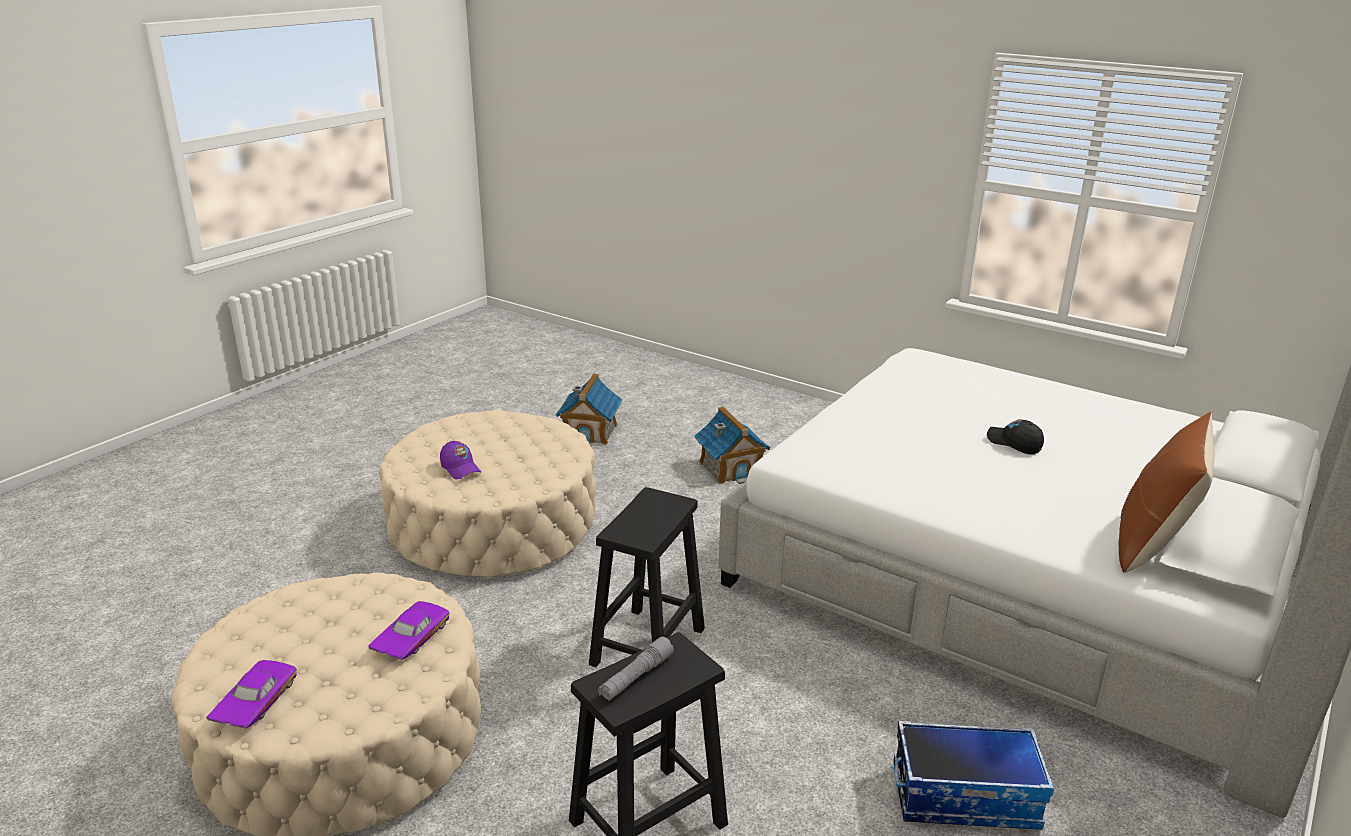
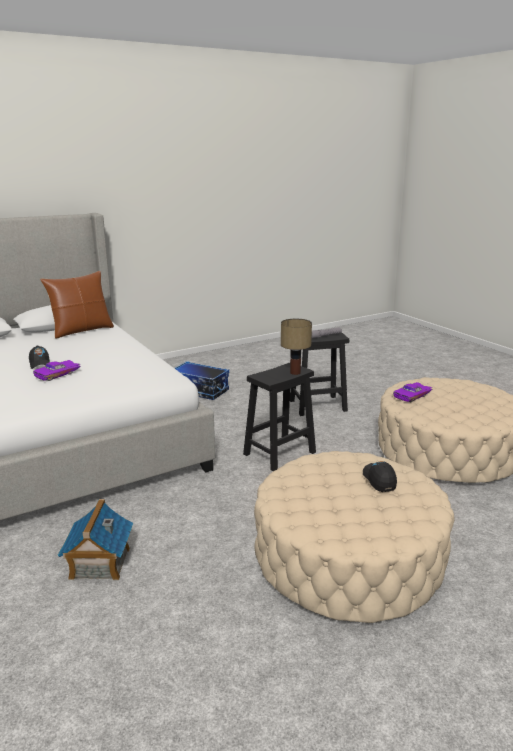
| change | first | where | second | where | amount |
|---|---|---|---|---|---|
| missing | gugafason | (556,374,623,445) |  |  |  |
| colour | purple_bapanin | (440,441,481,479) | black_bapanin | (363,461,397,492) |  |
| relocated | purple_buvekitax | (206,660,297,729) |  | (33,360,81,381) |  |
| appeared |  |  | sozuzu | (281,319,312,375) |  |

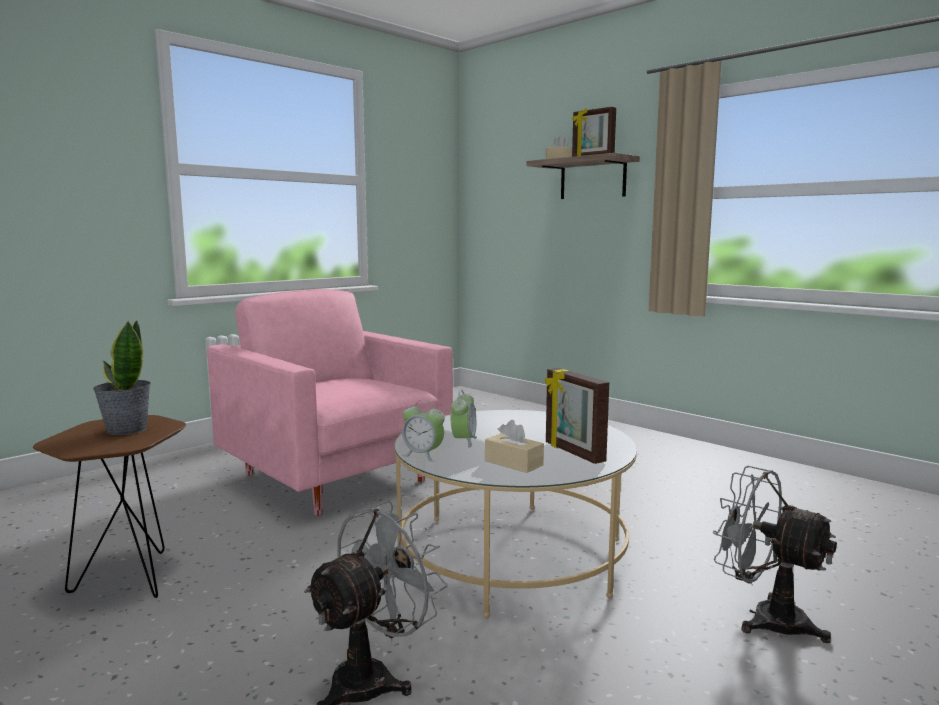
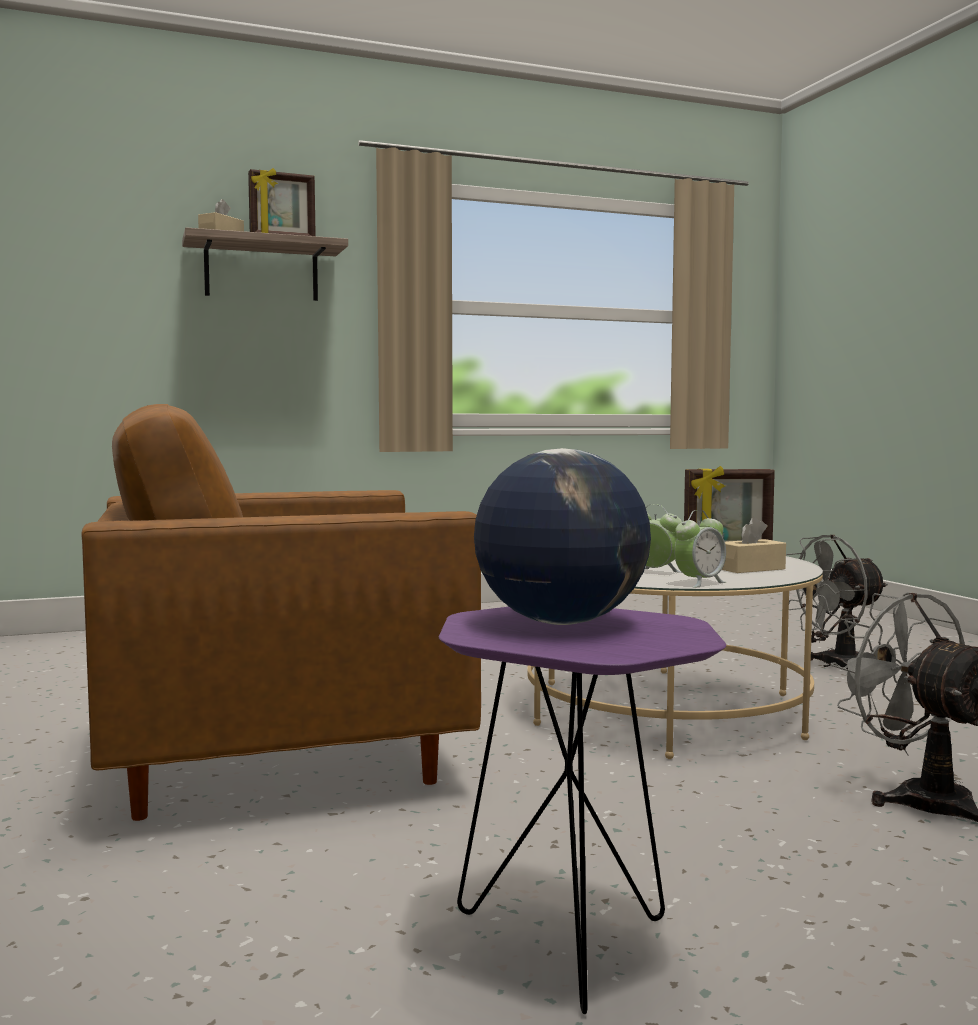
| change | first | where | second | where | amount |
|---|---|---|---|---|---|
| colour | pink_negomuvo | (207,289,453,516) | brown_negomuvo | (82,404,481,821) |  |
| exchanged | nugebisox | (93,320,151,435) | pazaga | (474,448,651,625) |  |
| colour | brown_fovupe | (33,415,186,598) | purple_fovupe | (439,607,726,1014) |  |

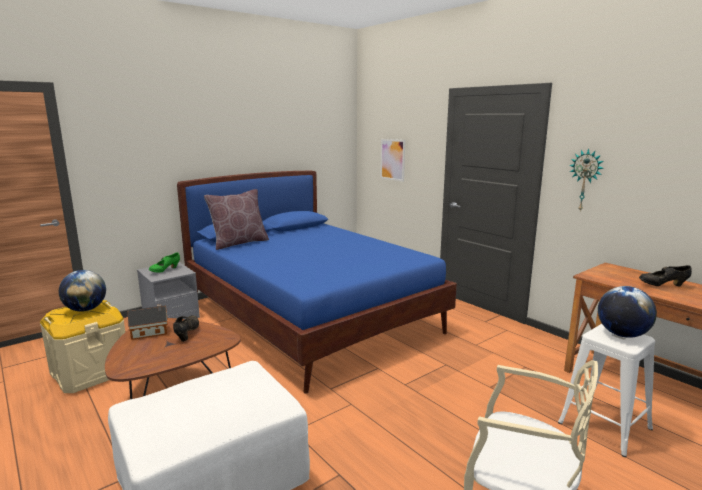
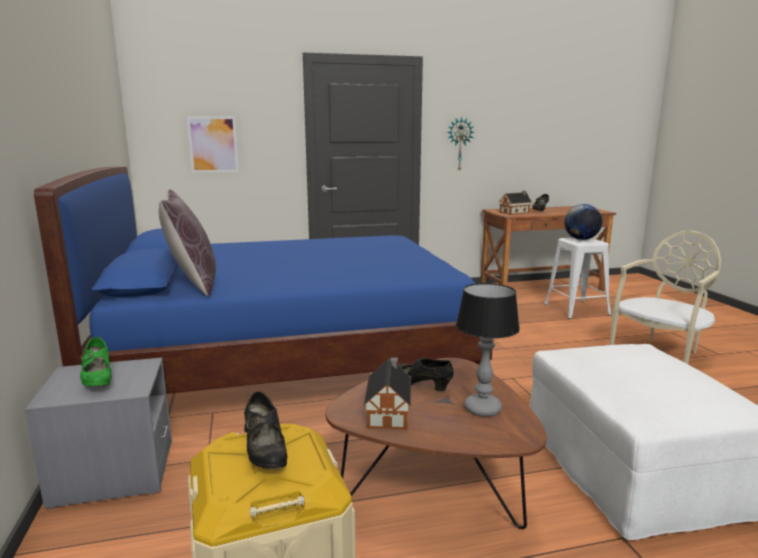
| change | first | where | second | where | amount |
|---|---|---|---|---|---|
| exchanged | pazaga | (59,270,106,312) | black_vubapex | (244,391,287,469) |  |
| appeared |  |  | gugafason | (499,191,532,215) |  |
| appeared |  |  | sozuzu | (456,283,520,417) |  |

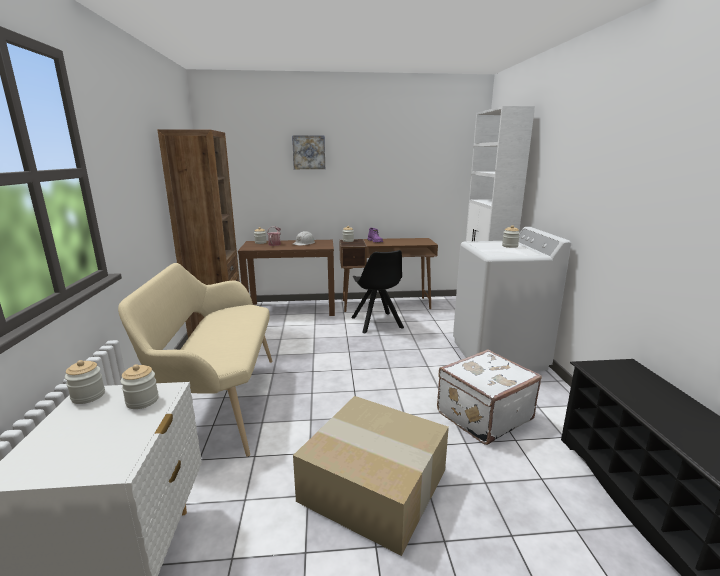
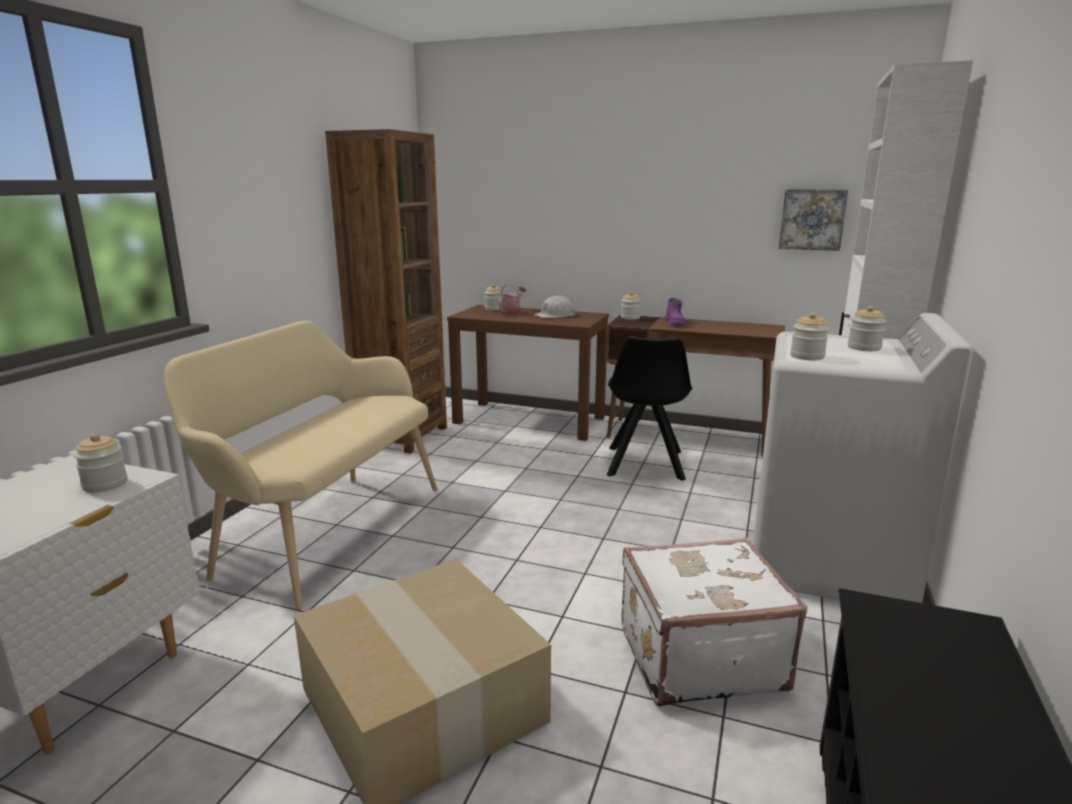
| change | first | where | second | where | amount |
|---|---|---|---|---|---|
| relocated | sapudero | (292,135,325,169) |  | (779,189,848,251) |  |
| relocated | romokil | (65,360,105,404) |  | (790,312,829,360) |  |

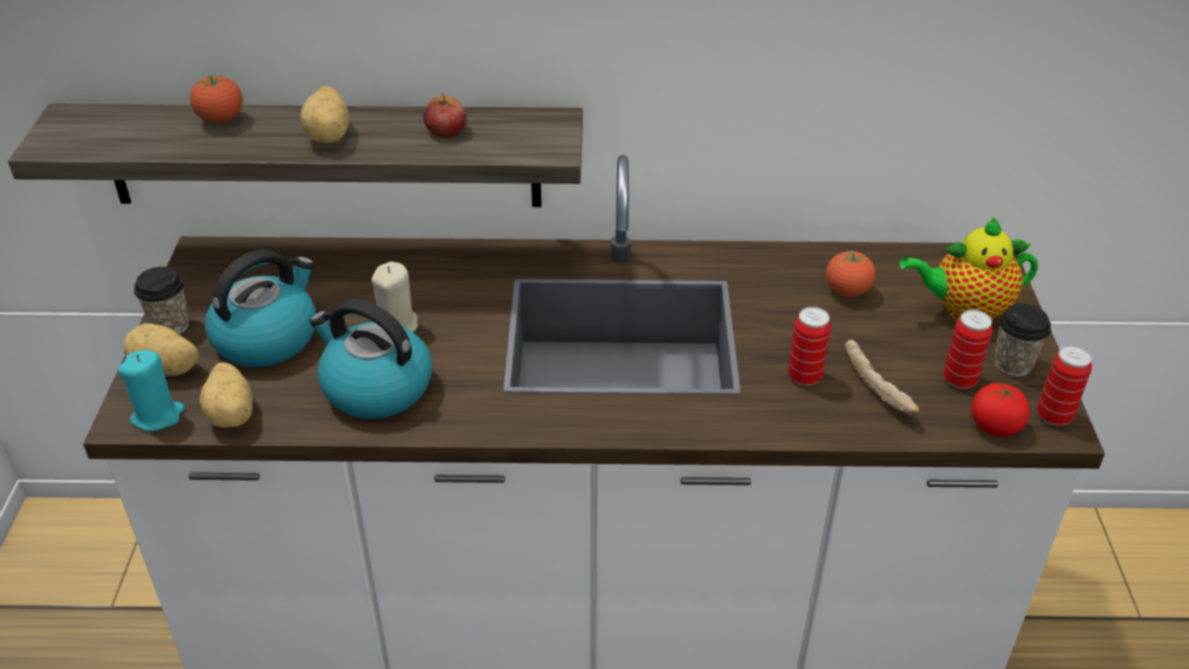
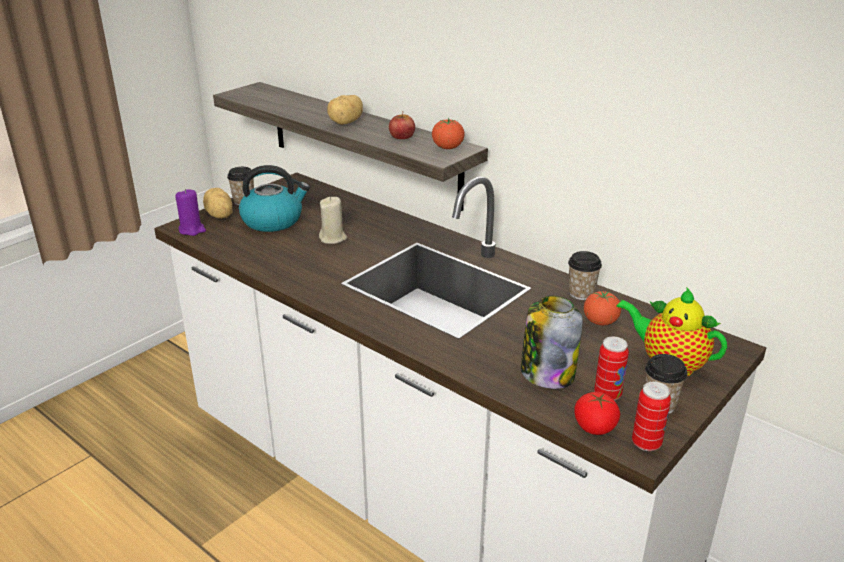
| change | first | where | second | where | amount |
|---|---|---|---|---|---|
| relocated | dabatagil | (190,75,243,123) |  | (432,118,465,149) |  |
| missing | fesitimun | (310,299,432,419) |  |  |  |
| missing | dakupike | (788,307,831,386) |  |  |  |
| exchanged | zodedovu | (845,340,919,416) | romokil | (521,295,583,389) |  |
| colour | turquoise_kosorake | (118,350,185,431) | purple_kosorake | (175,189,206,236) |  |
| missing | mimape | (199,362,253,428) |  |  |  |
| appeared |  |  | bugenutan | (568,251,602,300) |  |

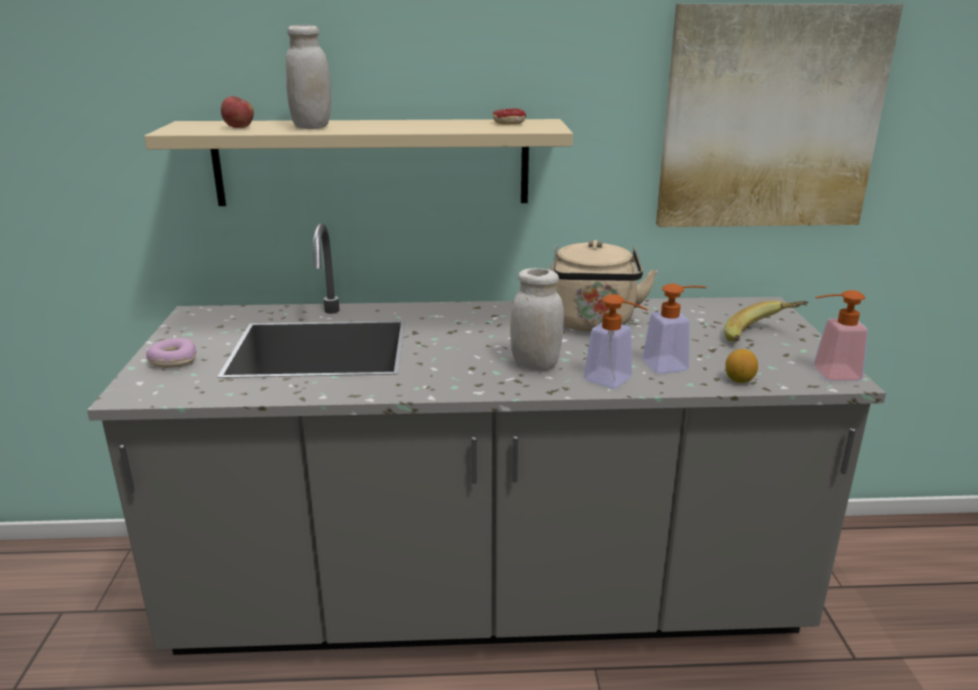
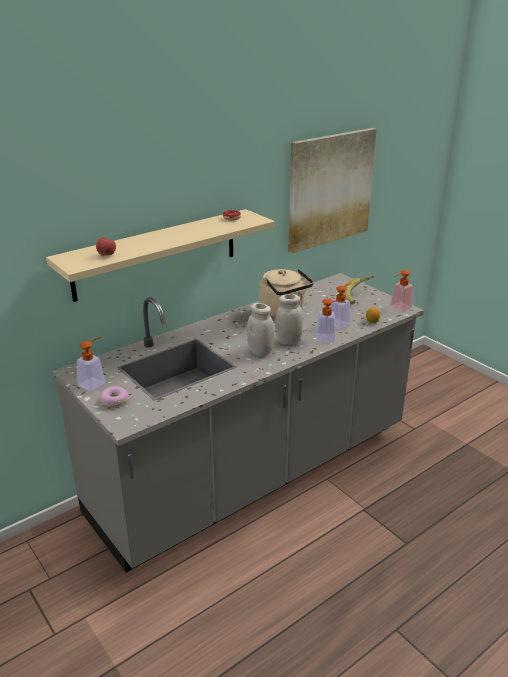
| change | first | where | second | where | amount |
|---|---|---|---|---|---|
| relocated | white_romokil | (286,25,331,129) |  | (247,303,274,356) |  |
| appeared |  |  | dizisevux | (77,337,106,391) |  |

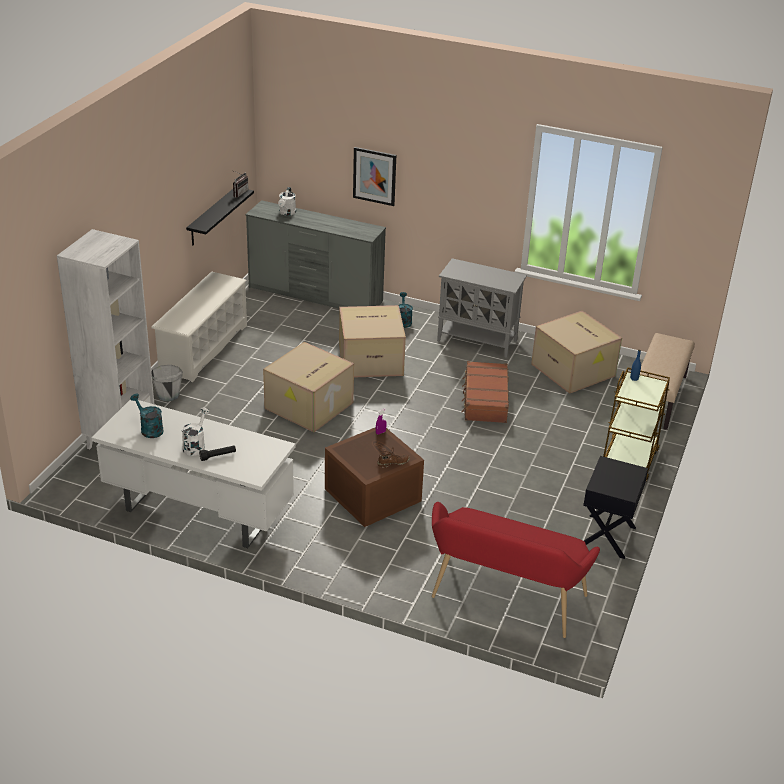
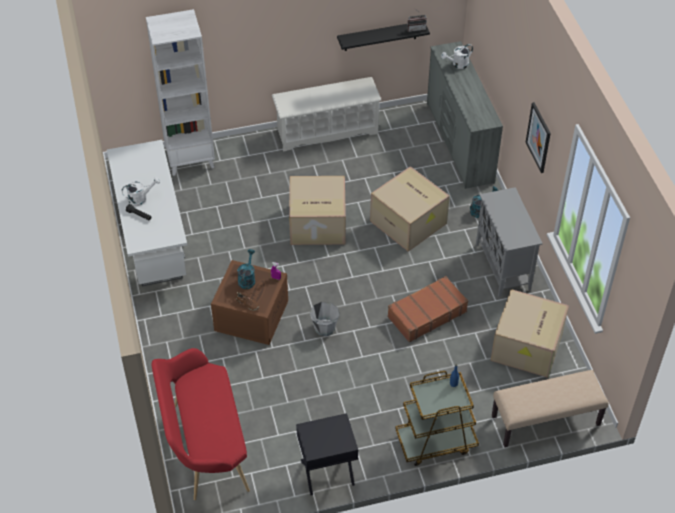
| change | first | where | second | where | amount |
|---|---|---|---|---|---|
| relocated | sapudero | (353,147,396,206) |  | (525,102,551,173) |  |
| relocated | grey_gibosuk | (151,365,183,401) |  | (310,302,340,336) |  |
| relocated | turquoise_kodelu | (130,394,164,438) |  | (237,249,255,289) |  |

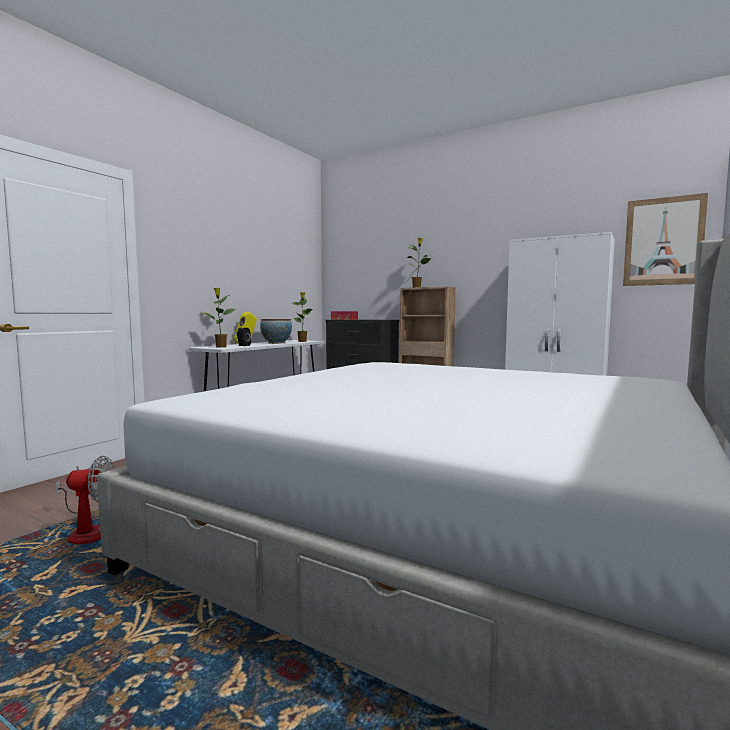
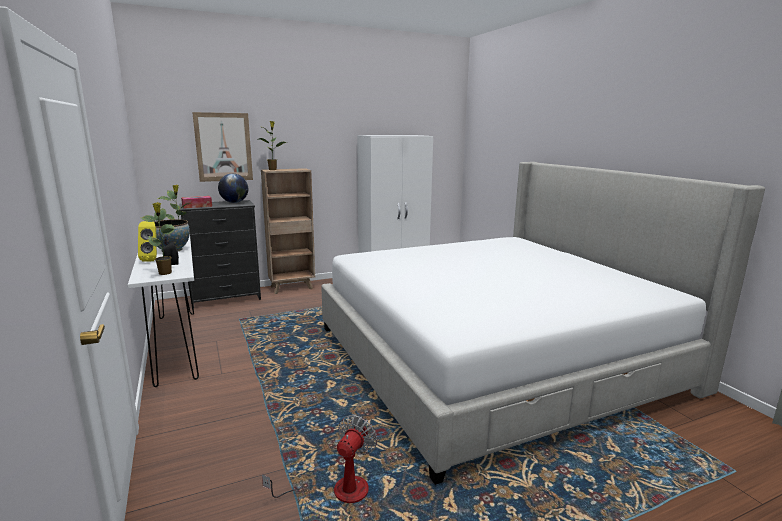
| change | first | where | second | where | amount |
|---|---|---|---|---|---|
| relocated | sapudero | (623,193,708,286) |  | (192,112,253,182) |  |
| appeared |  |  | pazaga | (218,174,248,203) |  |

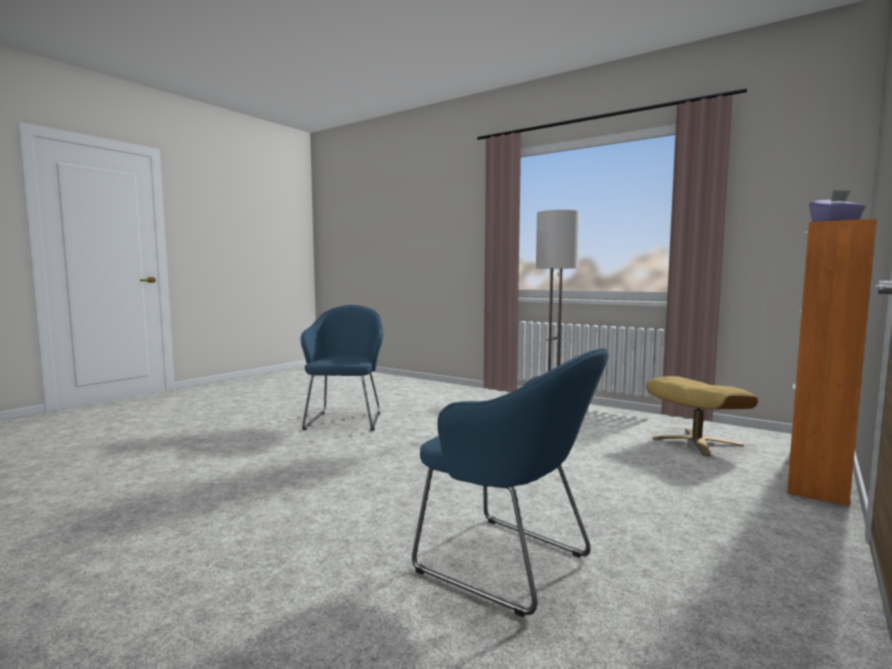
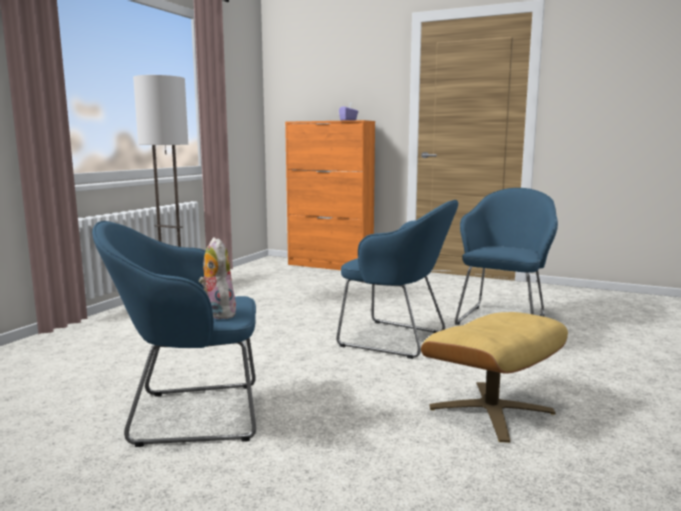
| change | first | where | second | where | amount |
|---|---|---|---|---|---|
| relocated | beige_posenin | (646,376,758,456) |  | (421,312,568,443) |  |
| appeared |  |  | blue_negomuvo | (337,200,458,359) |  |
| appeared |  |  | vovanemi | (199,237,236,319) |  |

